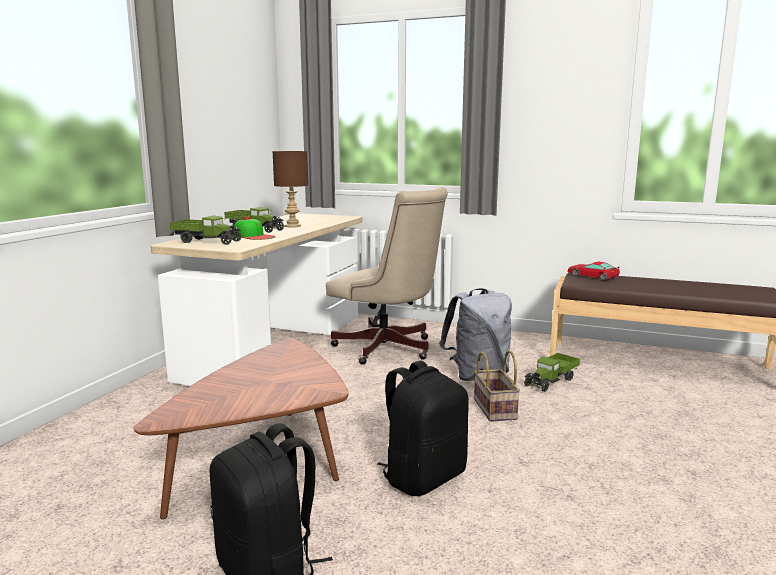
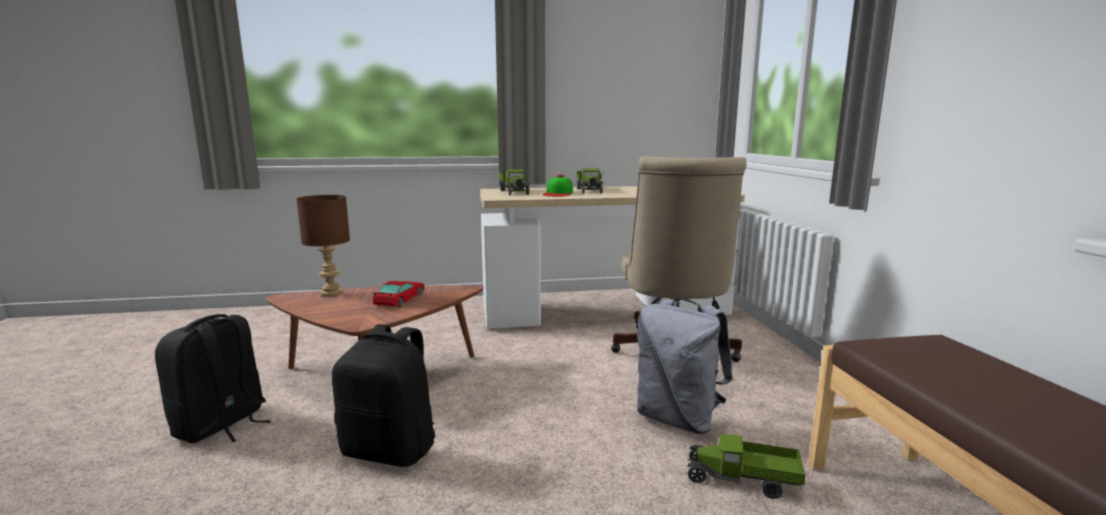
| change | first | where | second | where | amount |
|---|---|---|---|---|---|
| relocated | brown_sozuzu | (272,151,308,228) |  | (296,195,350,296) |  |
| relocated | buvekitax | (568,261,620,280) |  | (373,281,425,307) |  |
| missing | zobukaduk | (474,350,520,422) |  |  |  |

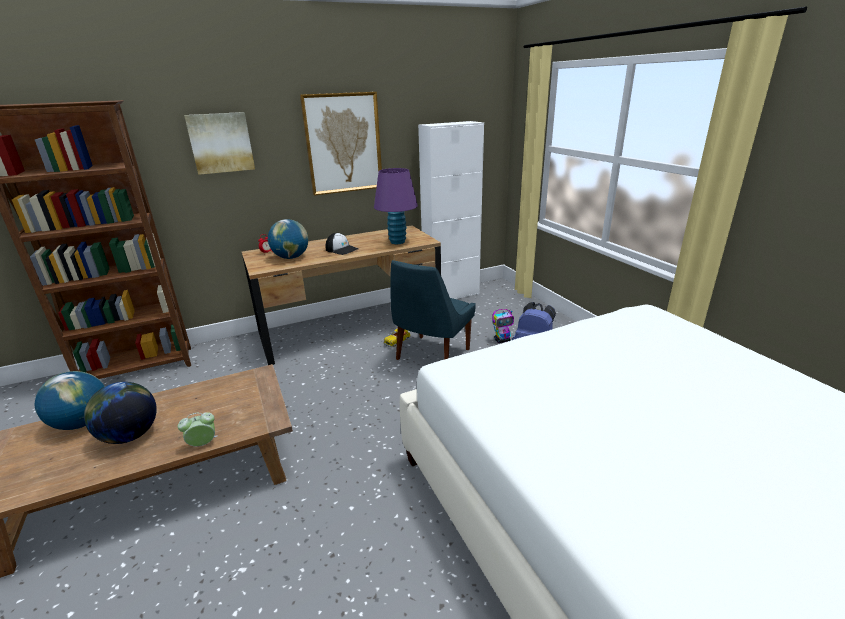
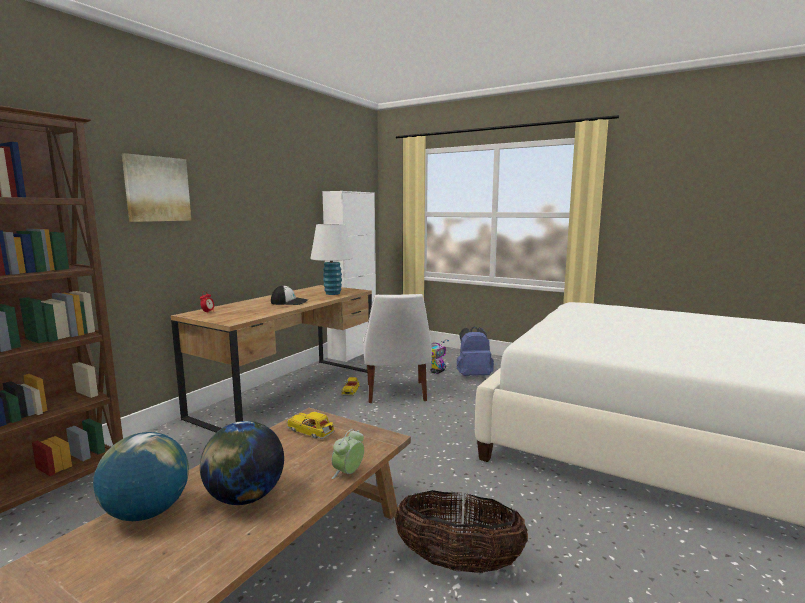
| change | first | where | second | where | amount |
|---|---|---|---|---|---|
| missing | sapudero | (300,92,382,196) |  |  |  |
| colour | purple_sozuzu | (374,168,418,244) | white_sozuzu | (310,224,353,295) |  |
| missing | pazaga | (268,219,308,259) |  |  |  |
| colour | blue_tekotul | (390,260,476,360) | white_tekotul | (363,294,432,403) |  |
| appeared |  |  | buvekitax | (287,412,334,439) |  |
| appeared |  |  | zobukaduk | (394,490,528,573) |  |

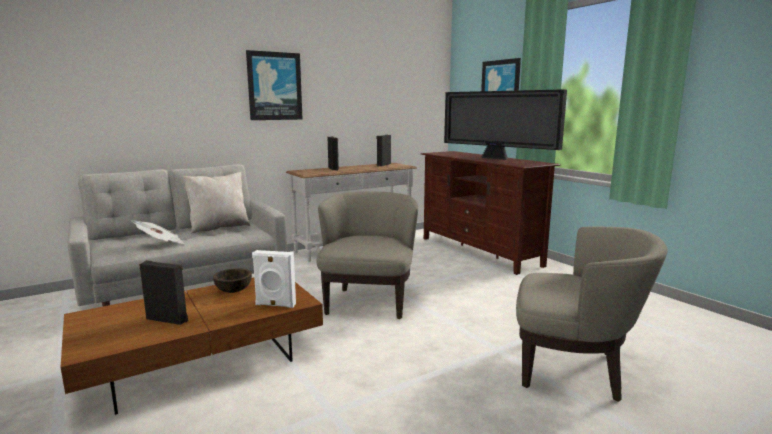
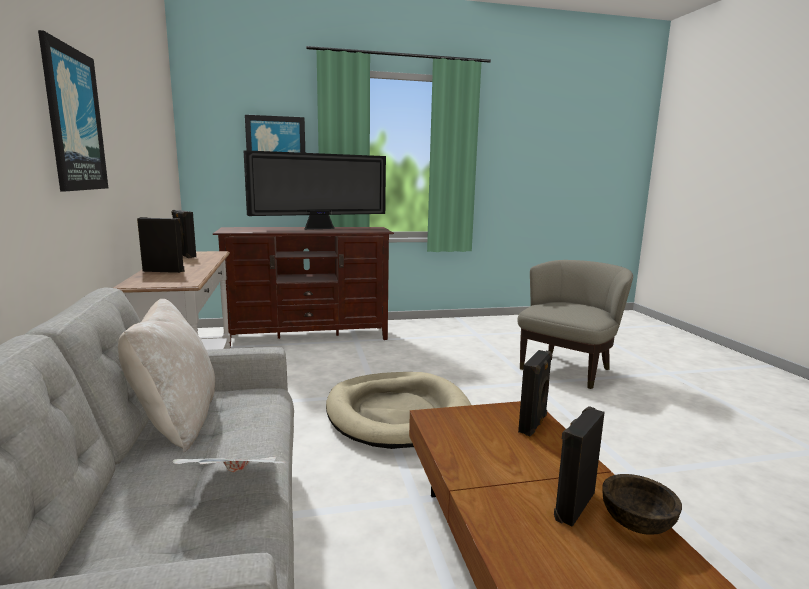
| change | first | where | second | where | amount |
|---|---|---|---|---|---|
| exchanged | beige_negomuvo | (316,191,418,319) | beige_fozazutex | (326,372,471,449) |  |
| colour | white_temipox | (252,250,296,308) | black_temipox | (518,350,552,436) |  |
| relocated | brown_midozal | (213,268,252,293) |  | (602,474,682,535) |  |

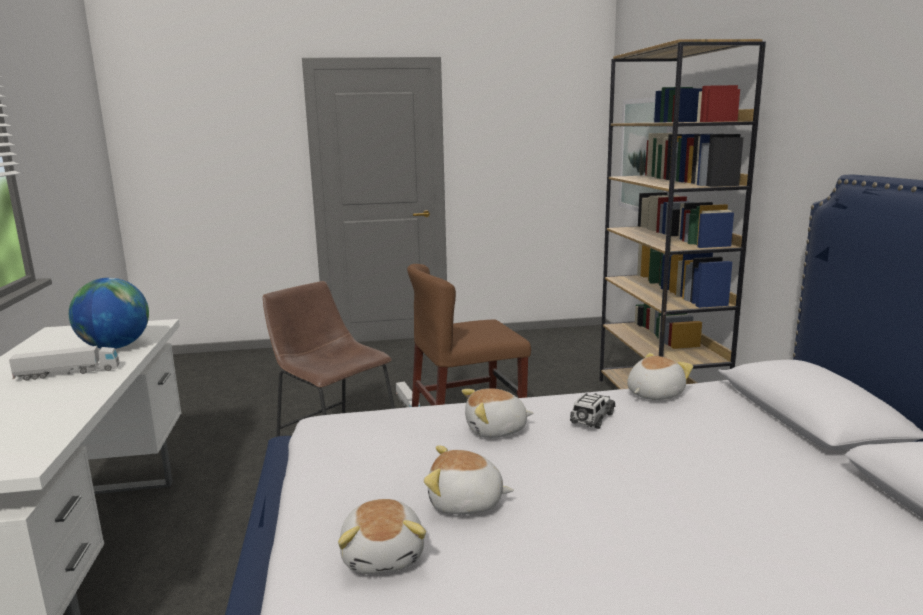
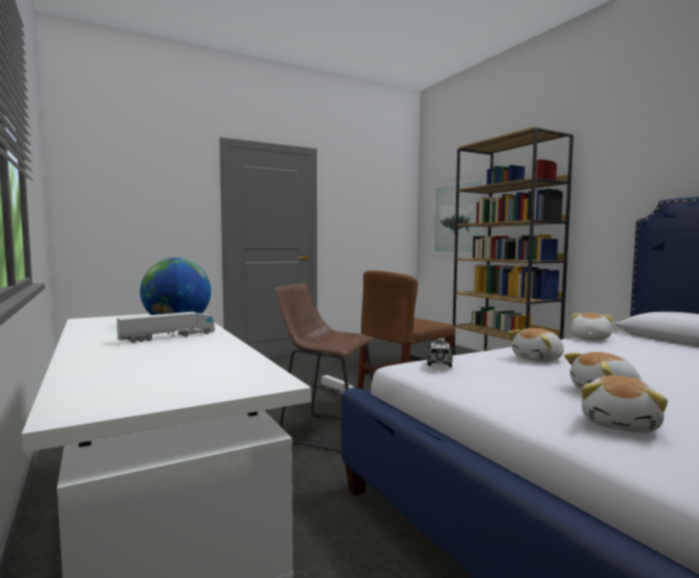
| change | first | where | second | where | amount |
|---|---|---|---|---|---|
| relocated | buvekitax | (570,393,615,429) |  | (427,341,453,367) |  |
| spun | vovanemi | (338,499,426,574) |  | (581,375,668,433) | 60 degrees clockwise |

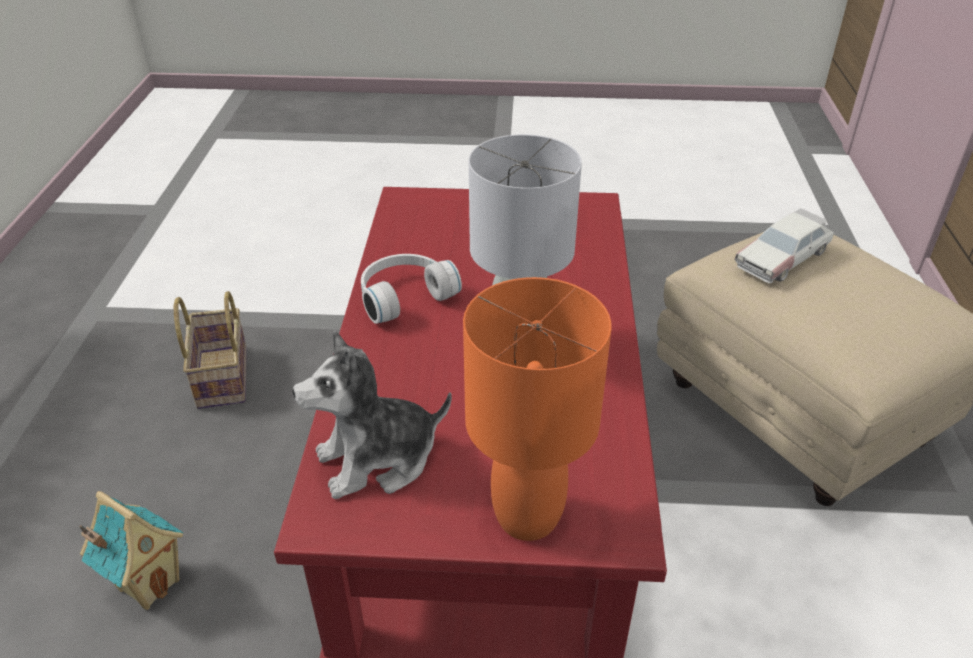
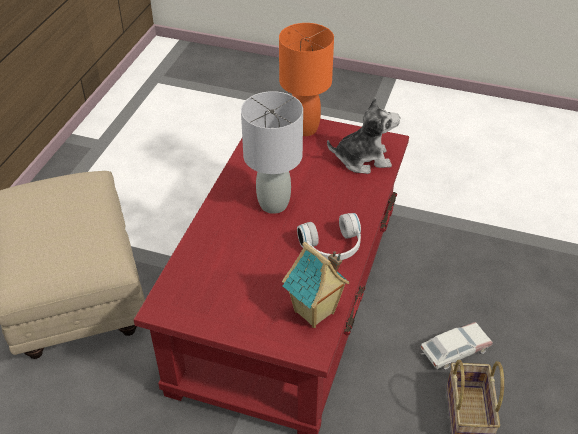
| change | first | where | second | where | amount |
|---|---|---|---|---|---|
| relocated | buvekitax | (735,208,834,283) |  | (421,322,493,370) |  |
| relocated | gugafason | (79,491,183,610) |  | (282,242,349,328) |  |

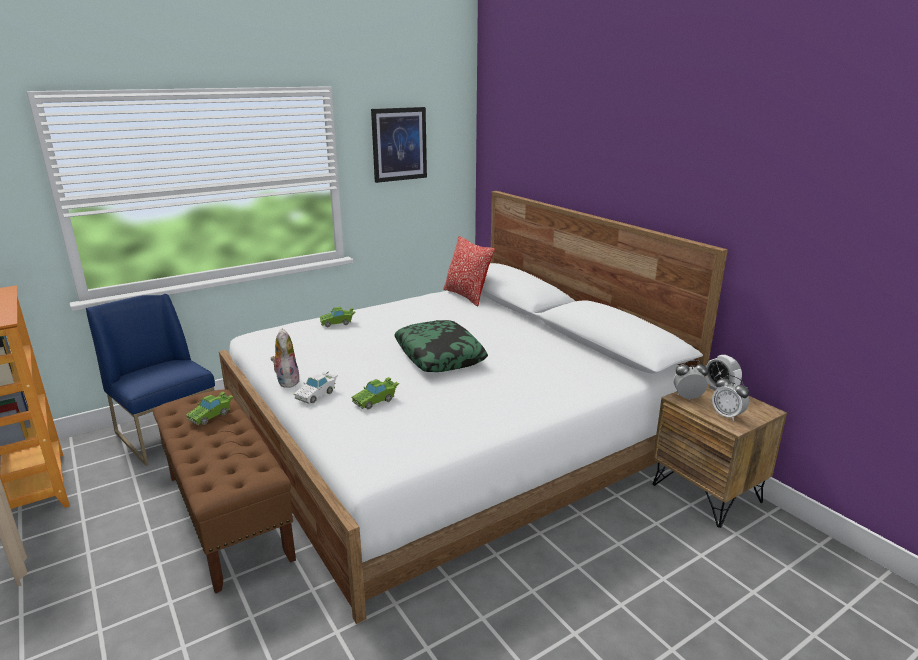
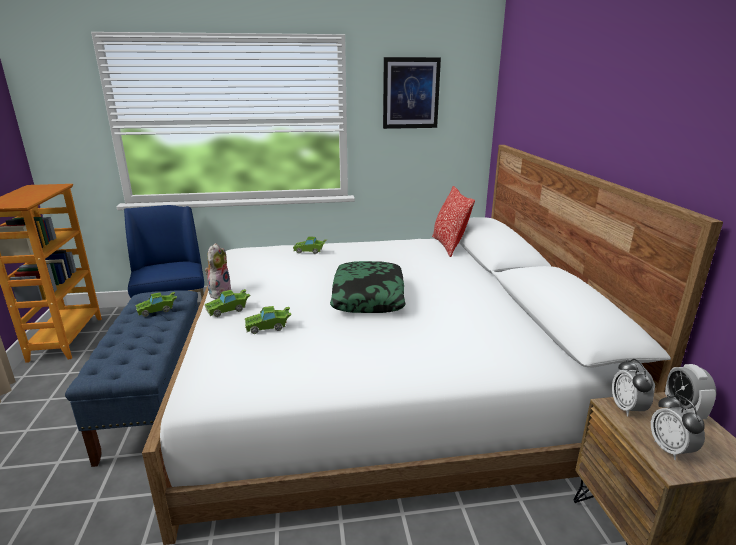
| change | first | where | second | where | amount |
|---|---|---|---|---|---|
| spun | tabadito | (674,360,708,400) |  | (612,359,654,417) | 120 degrees counterclockwise |
| colour | white_buvekitax | (294,371,338,404) | green_buvekitax | (204,289,250,317) |  |
| colour | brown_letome | (153,389,296,594) | blue_letome | (65,291,198,467) |  |

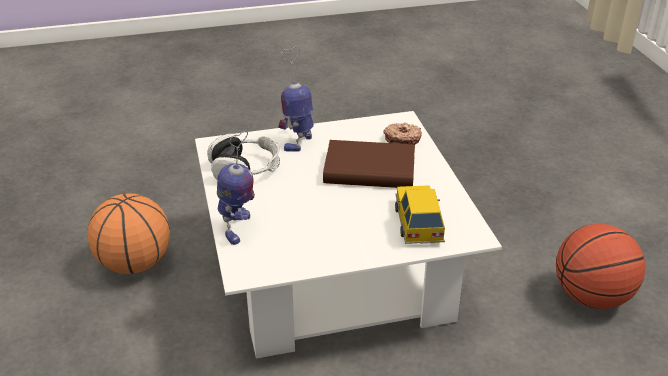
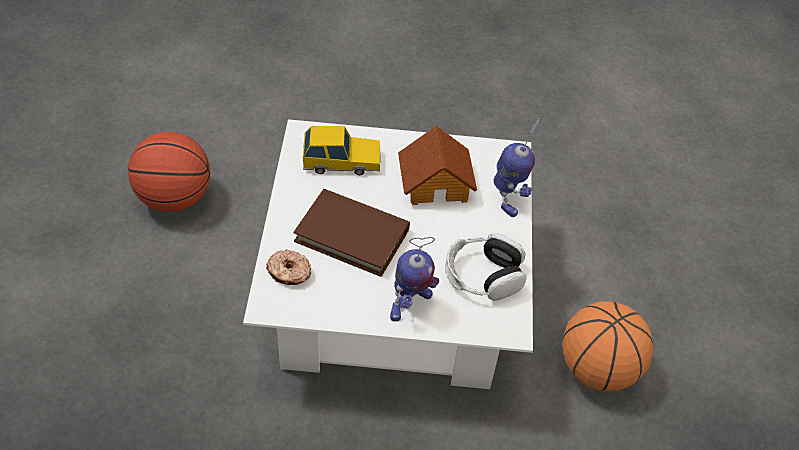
| change | first | where | second | where | amount |
|---|---|---|---|---|---|
| spun | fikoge | (217,131,255,245) |  | (493,118,540,217) | 150 degrees clockwise |
| spun | buvekitax | (395,185,445,244) |  | (303,126,381,175) | 105 degrees counterclockwise |
| appeared |  |  | gugafason | (398,125,477,205) |  |

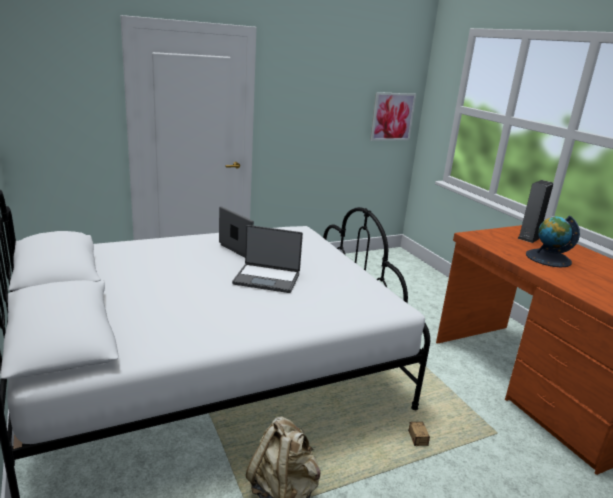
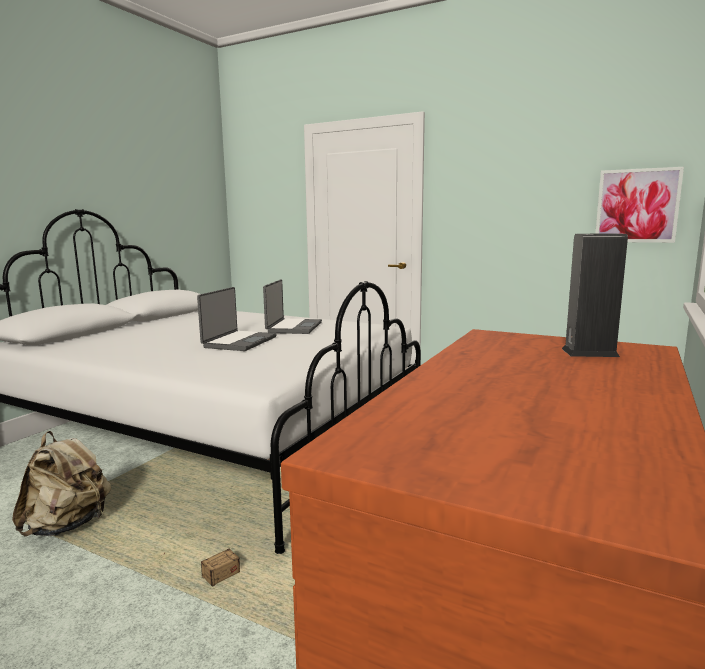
| change | first | where | second | where | amount |
|---|---|---|---|---|---|
| missing | pazaga | (526,215,580,268) |  |  |  |
| spun | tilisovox | (232,225,303,293) |  | (197,287,277,351) | 135 degrees counterclockwise |

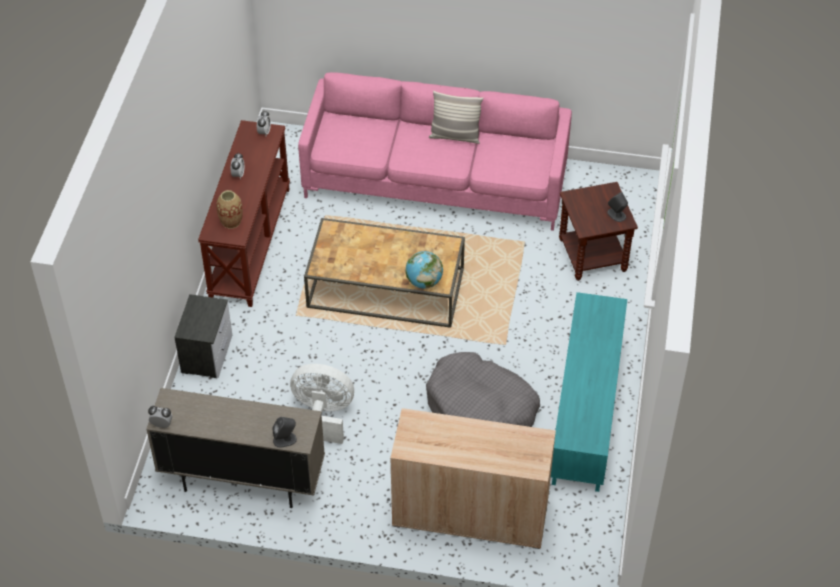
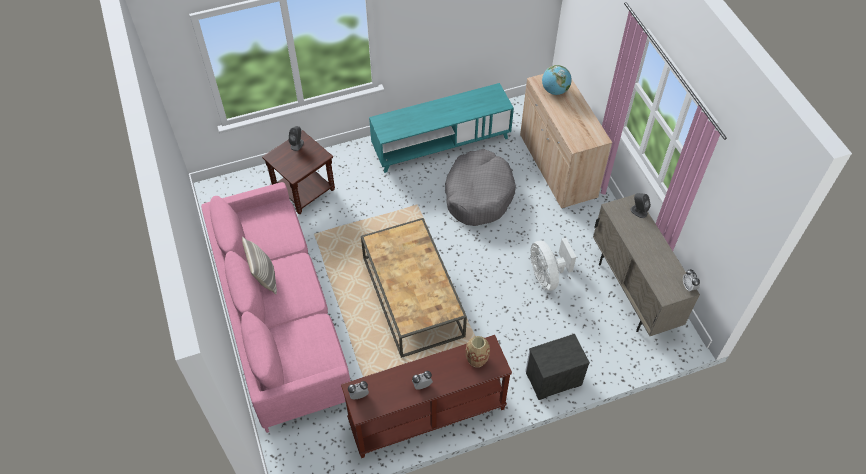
| change | first | where | second | where | amount |
|---|---|---|---|---|---|
| relocated | pazaga | (405,251,443,289) |  | (542,65,572,95) |  |

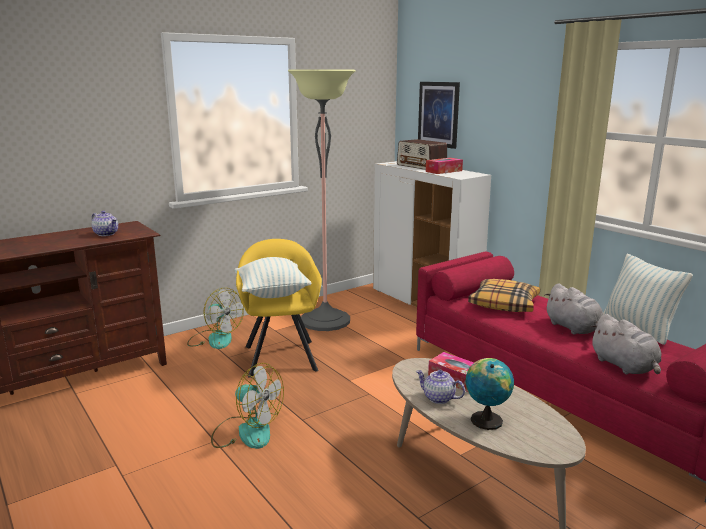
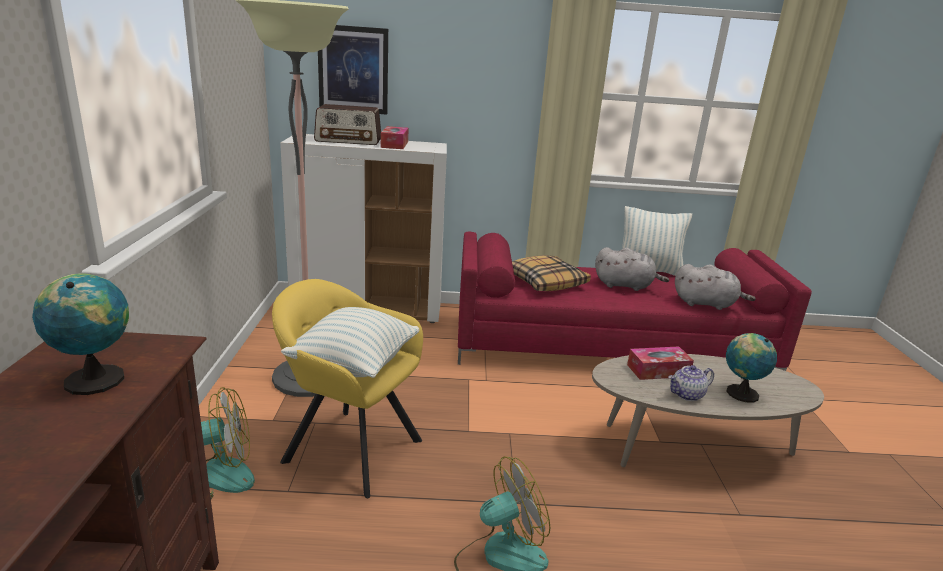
| change | first | where | second | where | amount |
|---|---|---|---|---|---|
| exchanged | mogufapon | (92,211,118,236) | pazaga | (32,273,129,395) |  |

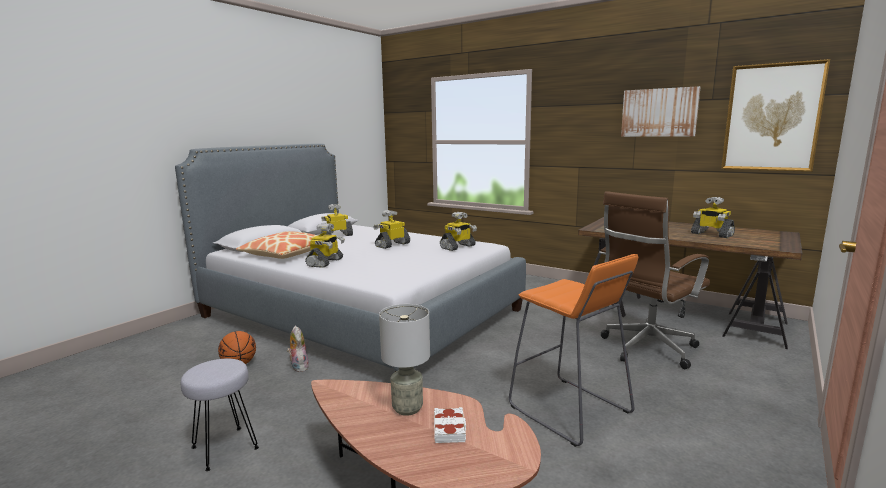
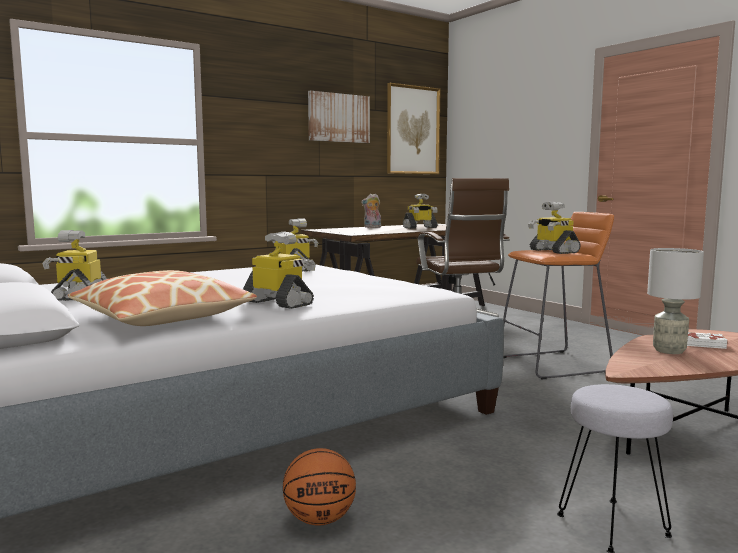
| change | first | where | second | where | amount |
|---|---|---|---|---|---|
| relocated | fikoge | (373,210,410,249) |  | (528,202,581,254) |  |
| relocated | vovanemi | (287,326,309,372) |  | (361,193,381,228) |  |

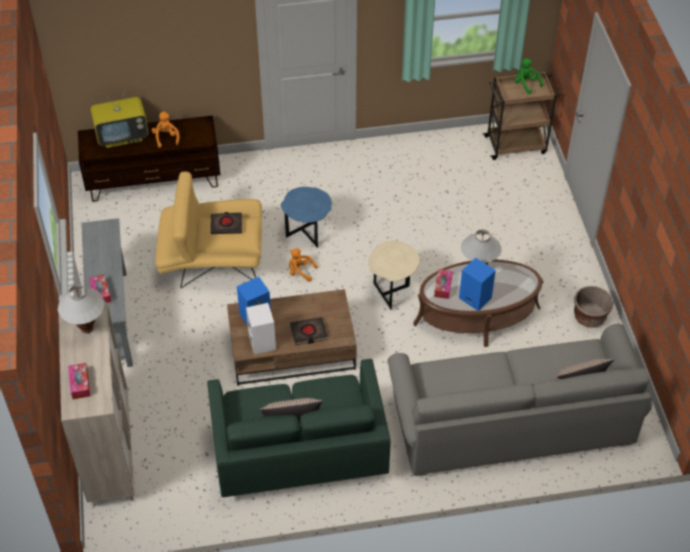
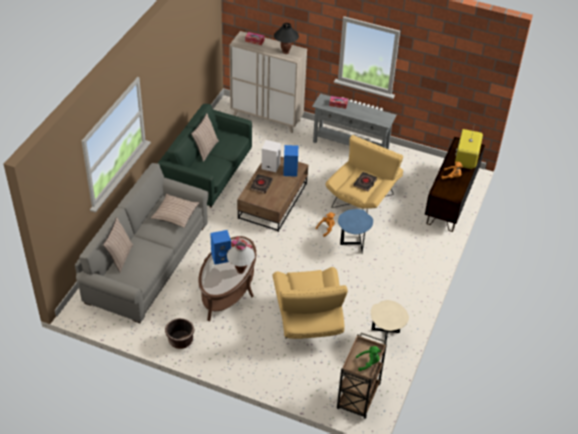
| change | first | where | second | where | amount |
|---|---|---|---|---|---|
| relocated | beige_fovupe | (369,241,420,310) |  | (371,300,409,344) |  |
| colour | white_sozuzu | (57,284,104,333) | black_sozuzu | (274,23,299,54) |  |
| appeared |  |  | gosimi | (151,194,200,228) |  |
| appeared |  |  | yellow_negomuvo | (273,267,348,339) |  |

